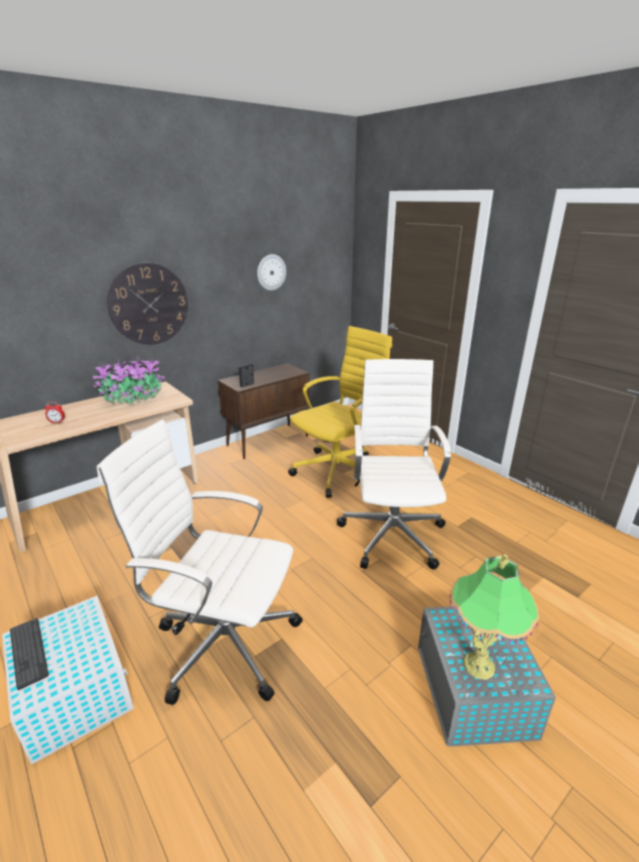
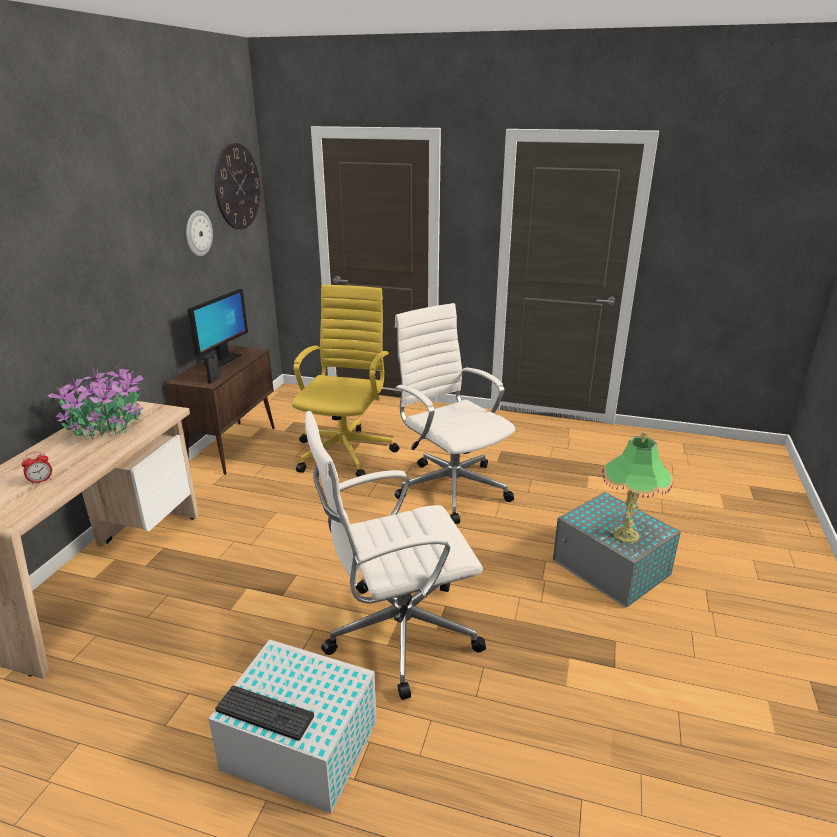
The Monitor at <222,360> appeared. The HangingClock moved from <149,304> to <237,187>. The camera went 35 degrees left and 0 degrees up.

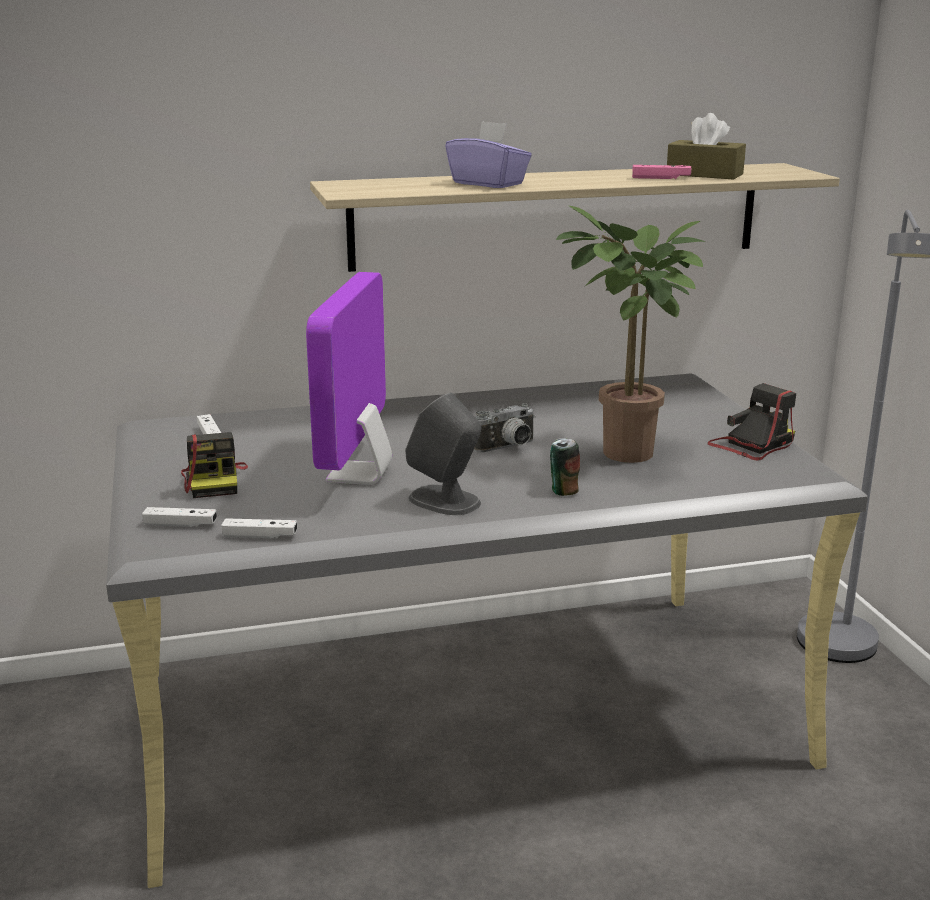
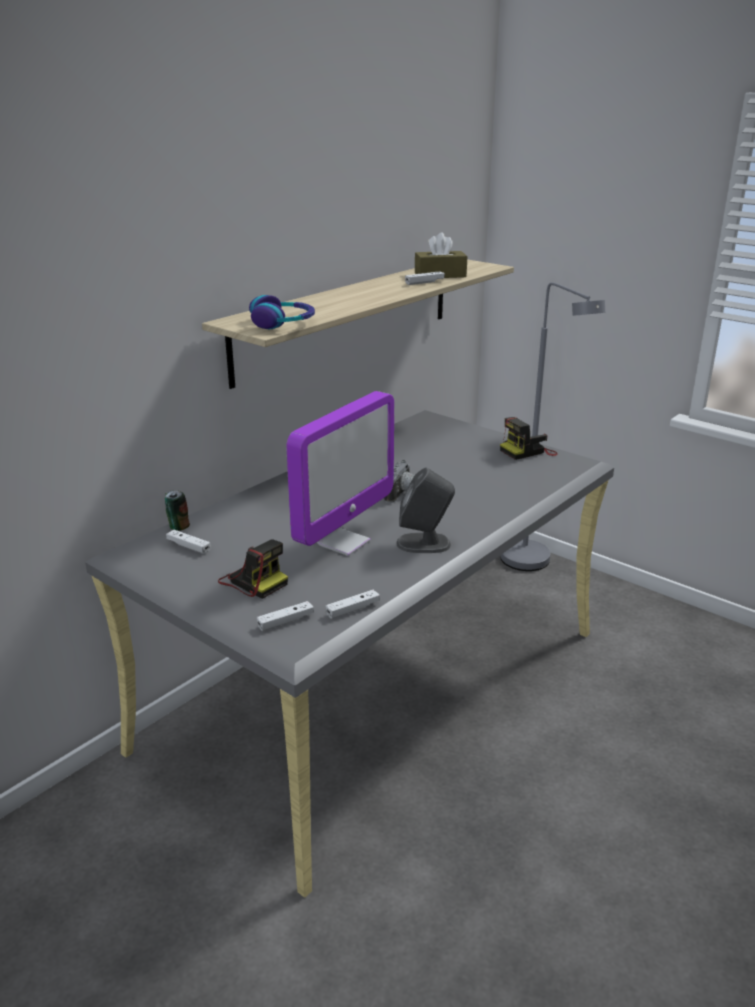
The PurpleColouredTissueHolder at <488,183> disappeared. The PottedPlant at <626,456> disappeared. The Headset at <283,323> appeared. The SealedCan moved from <563,491> to <178,527>. The PinkJoypad at <661,178> became the WhiteJoypad at <424,282>. The Monitor at <359,474> turned 120 degrees counterclockwise. The PhotoCamera at <752,445> turned 135 degrees counterclockwise. The camera went 35 degrees left and 5 degrees up.

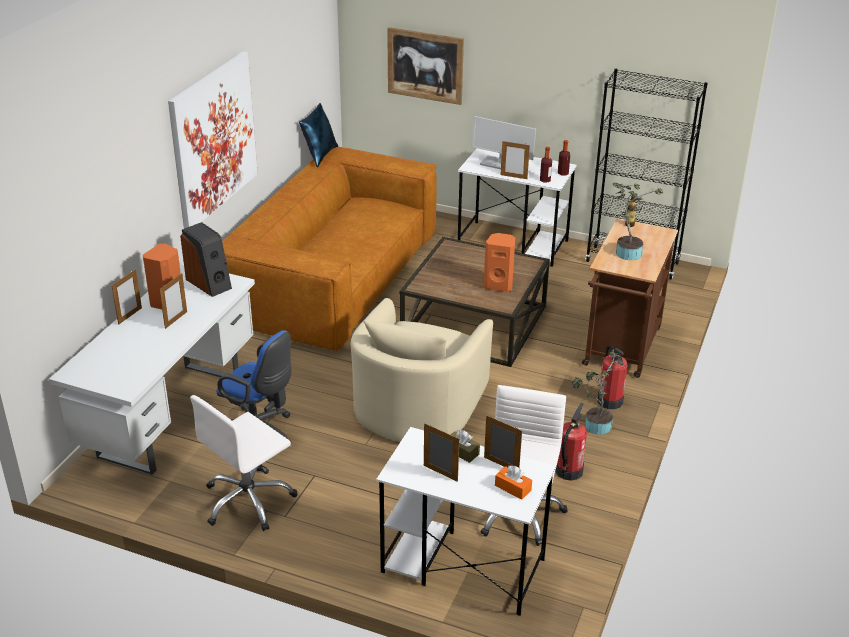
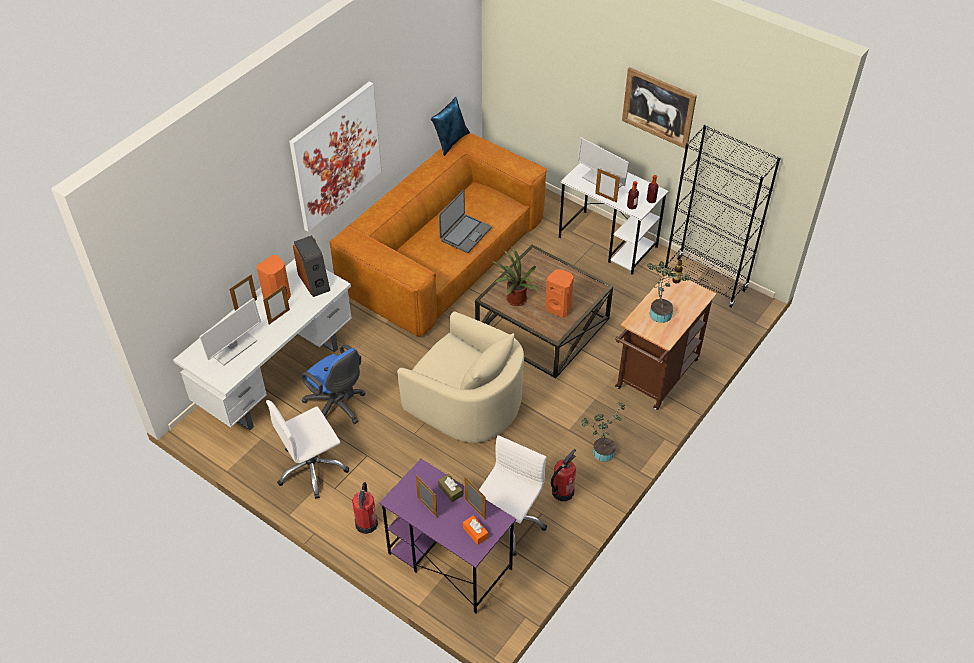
The Monitor at <233,348> appeared. The NotebookComputer at <465,234> appeared. The PottedPlant at <514,300> appeared. The Picture moved from <425,65> to <658,107>. The FireFightingCylinder moved from <610,401> to <366,523>. The WhiteDeskUnit at <461,565> became the PurpleColouredDeskUnit at <448,560>. The BeigeArmchair at <416,404> turned 90 degrees counterclockwise. The camera went 15 degrees right and 15 degrees up.

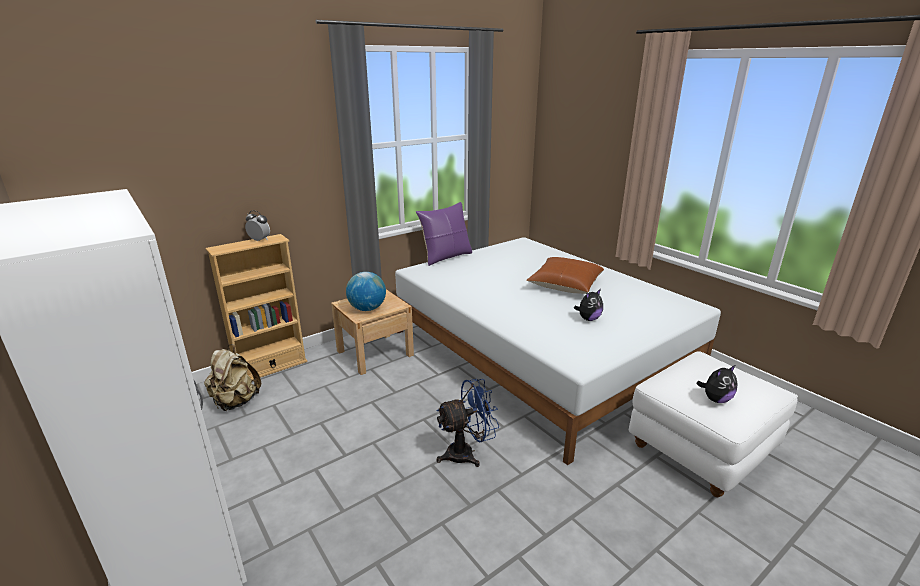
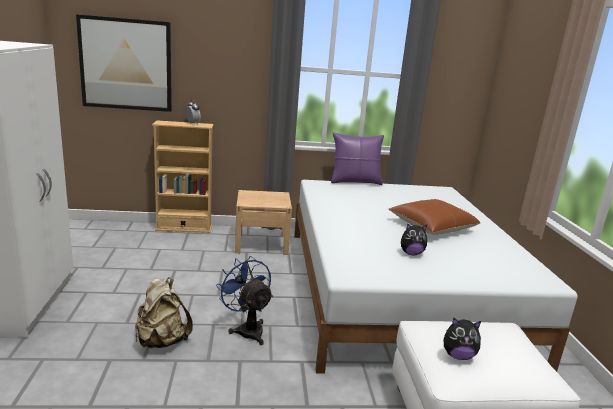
The Globe at <367,309> disappeared. The Picture at <126,64> appeared. The BeigeBackpack moved from <235,402> to <162,341>. The BlueColouredCoolingFan at <467,453> turned 135 degrees counterclockwise. The camera went 30 degrees right and 5 degrees down.

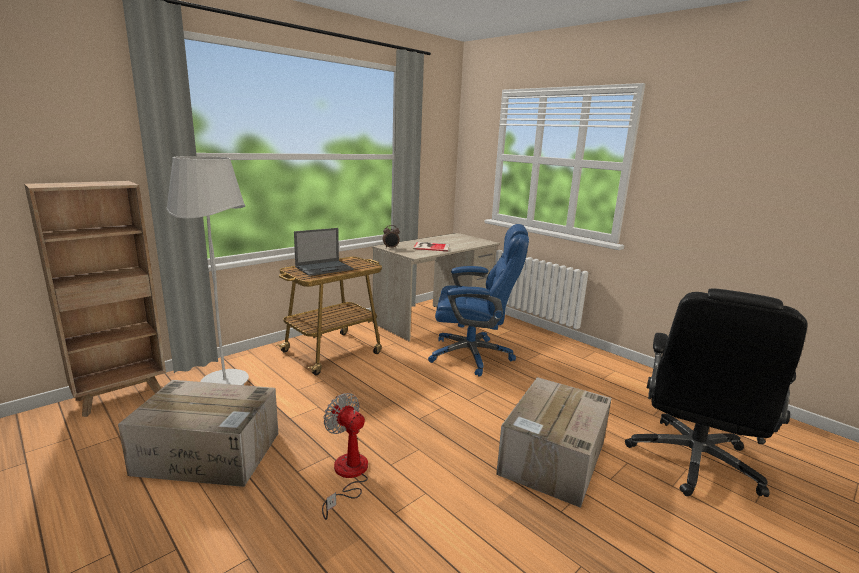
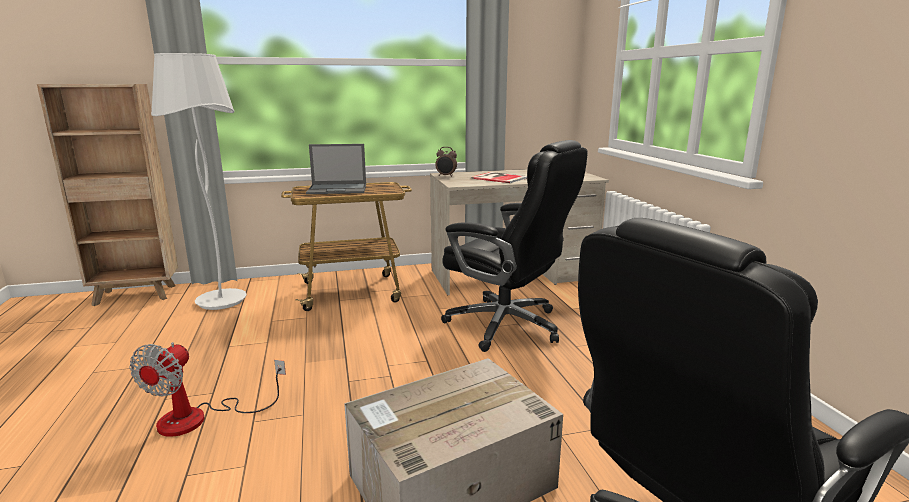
The CardboardBox at <210,453> disappeared. The BlueColouredComputerChair at <472,355> became the BlackColouredComputerChair at <507,325>. The CoolingFan at <347,475> turned 150 degrees counterclockwise. The camera went 30 degrees right and 0 degrees up.

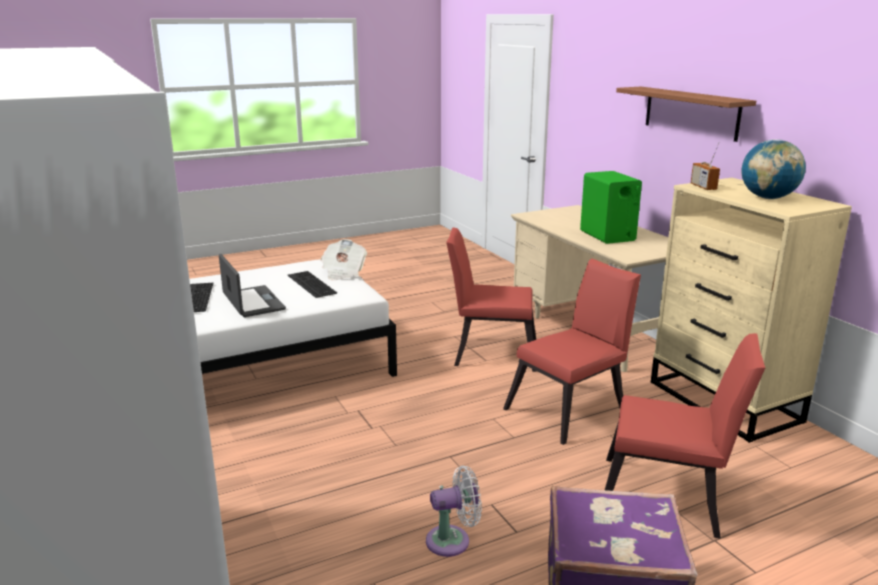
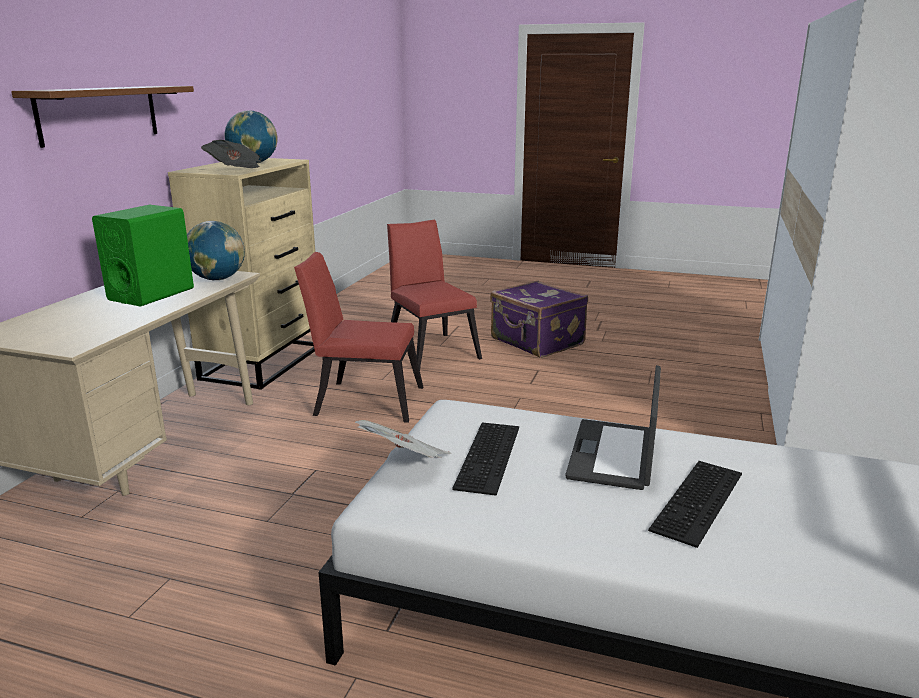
The WhiteCoolingFan at <452,540> disappeared. The RedUprightChair at <490,352> disappeared. The Globe at <217,279> appeared. The Radio at <703,187> was replaced by the Newspaper at <236,171>. The camera went 135 degrees left and 0 degrees up.

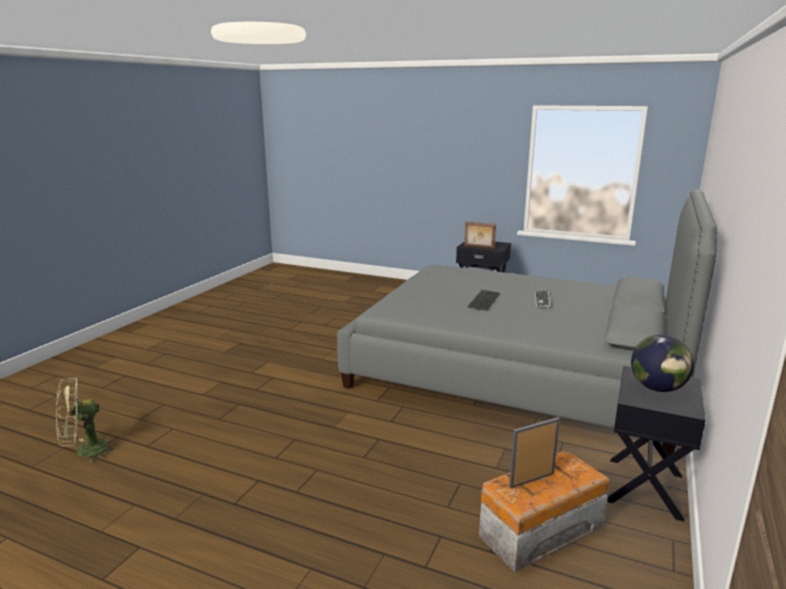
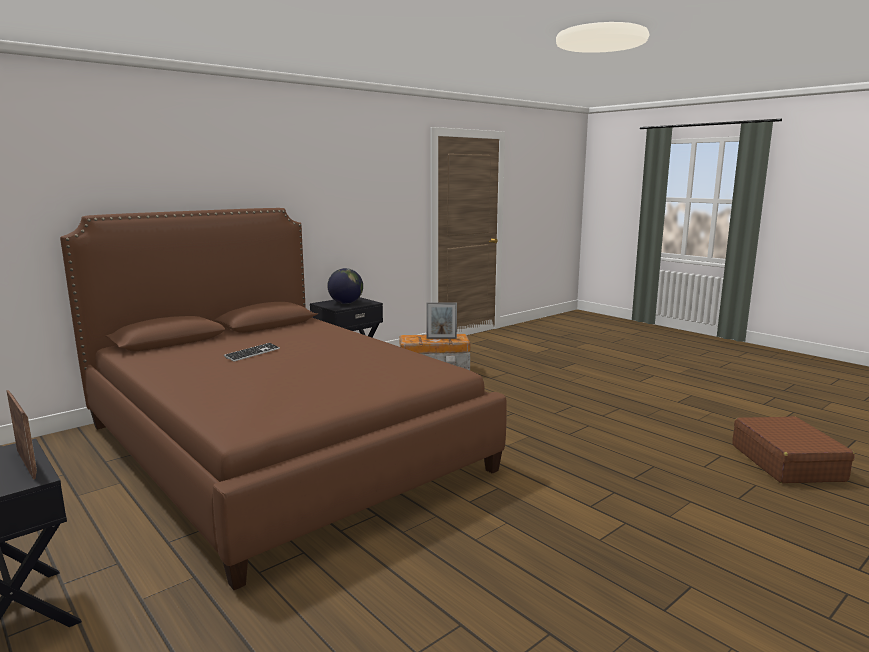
The PcKeyboard at <484,300> disappeared. The GreenCoolingFan at <85,451> was replaced by the BrownSuitcase at <786,462>. The GreySleepingBed at <517,371> became the BrownSleepingBed at <279,447>. The camera went 155 degrees left and 5 degrees down.

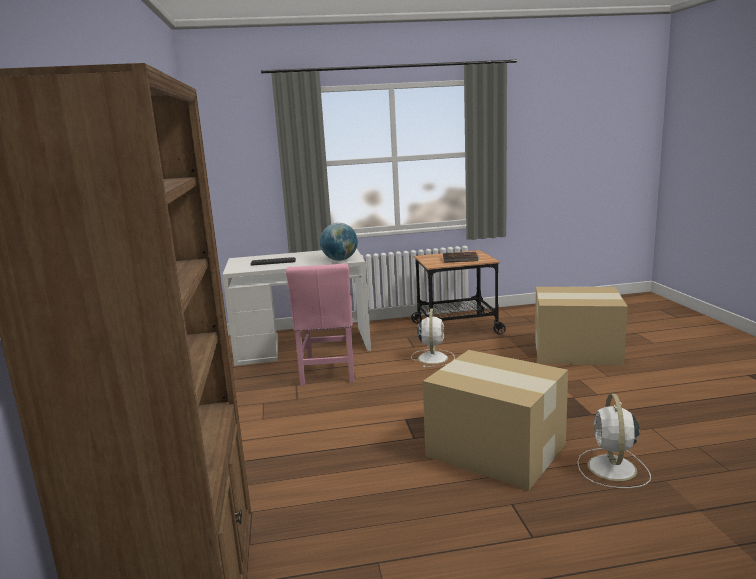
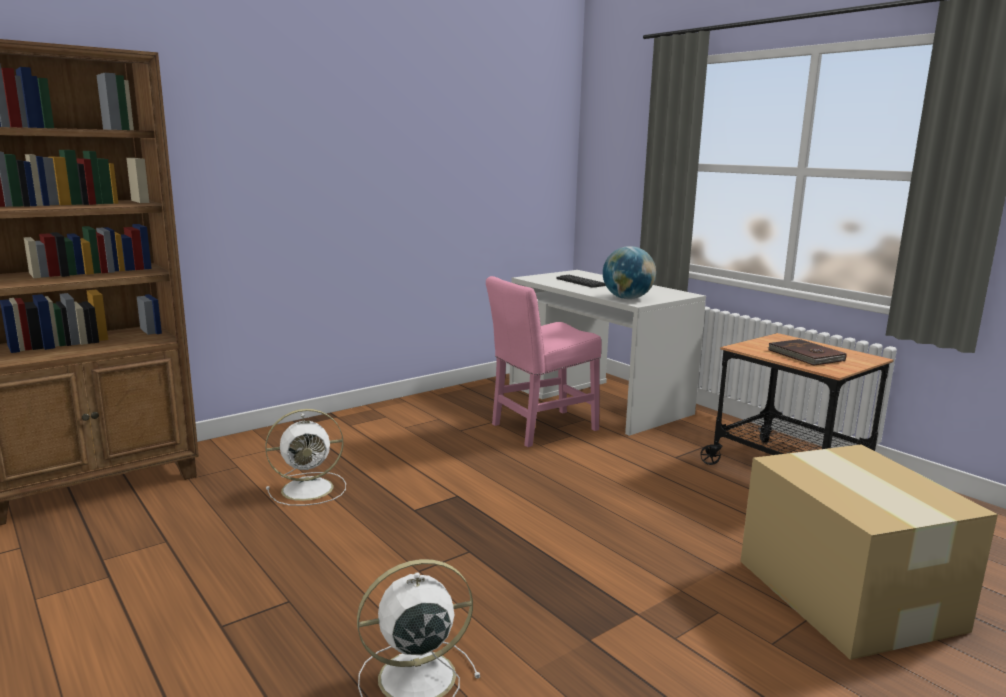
The CardboardBox at <494,449> disappeared. The WhiteCoolingFan moved from <433,357> to <310,489>. The camera went 60 degrees right and 0 degrees up.

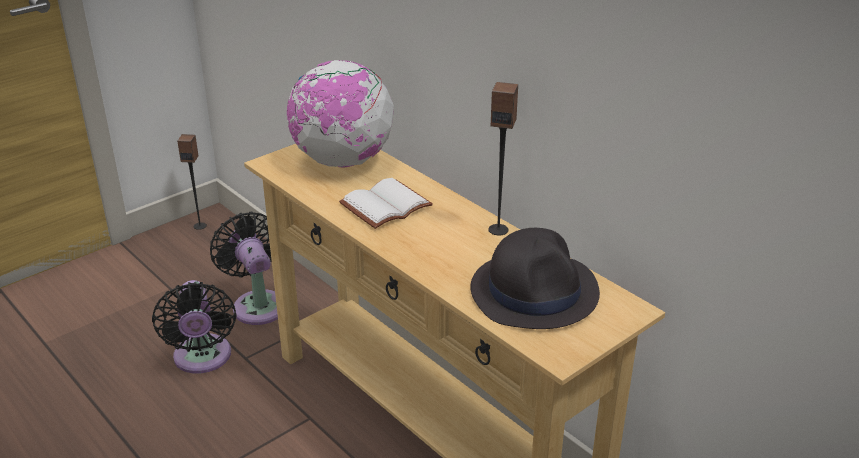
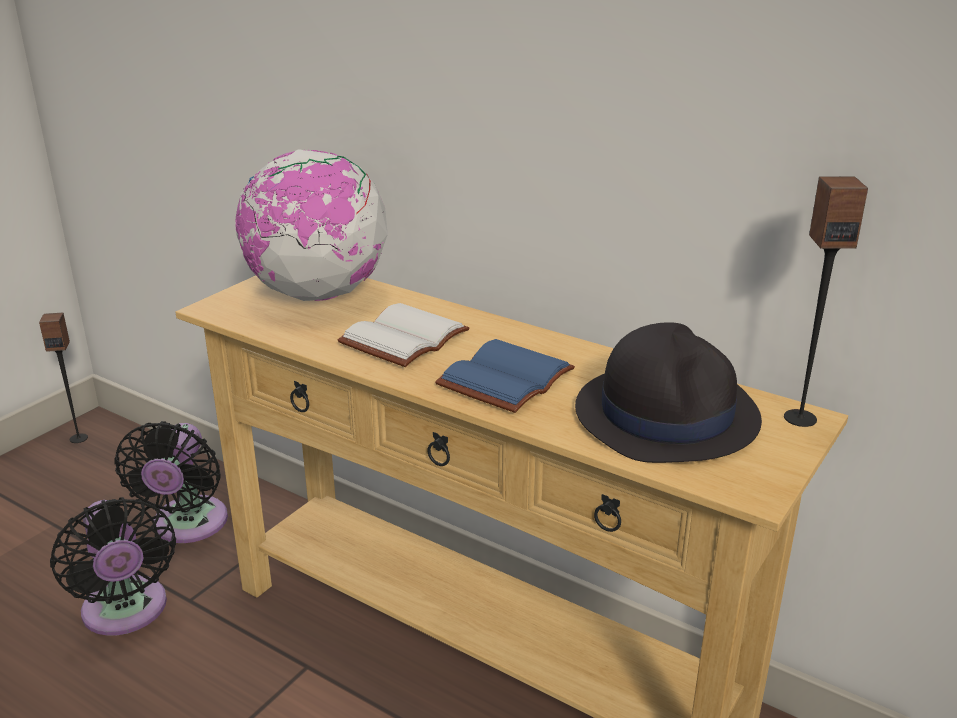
The BlueColouredBook at <504,377> appeared. The Loudspeaker moved from <498,229> to <800,418>. The BlackColouredCoolingFan at <257,304> turned 135 degrees counterclockwise. The camera went 15 degrees left and 5 degrees down.

